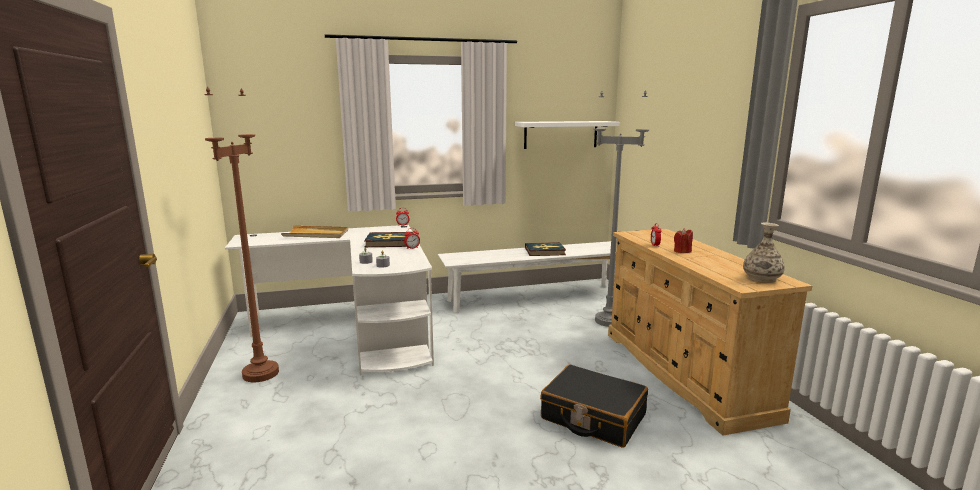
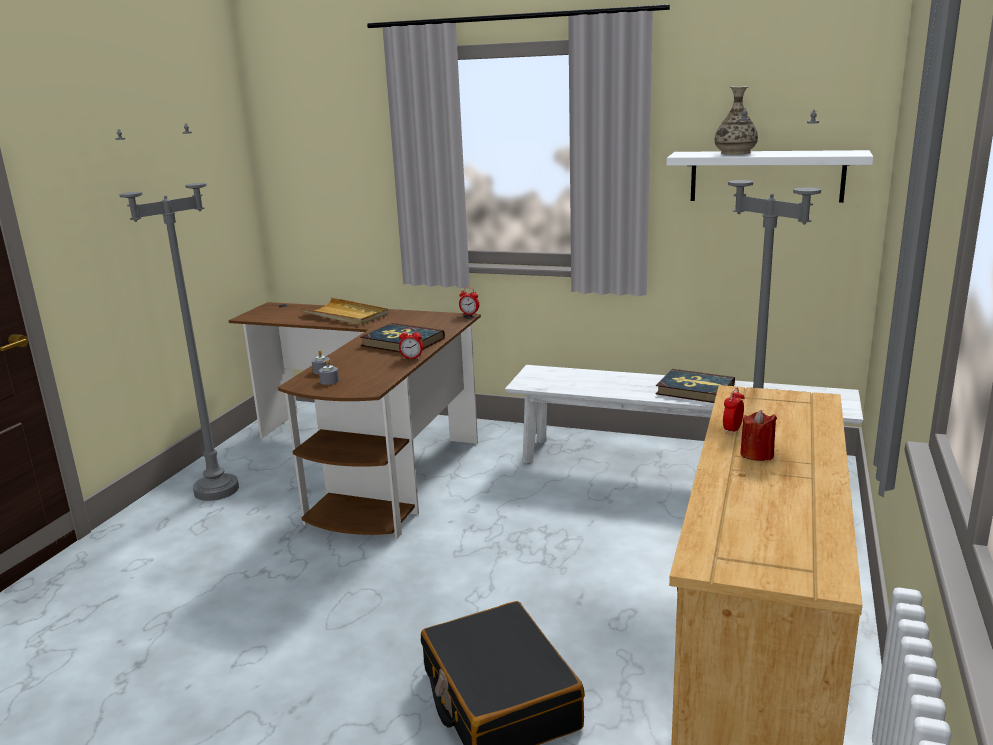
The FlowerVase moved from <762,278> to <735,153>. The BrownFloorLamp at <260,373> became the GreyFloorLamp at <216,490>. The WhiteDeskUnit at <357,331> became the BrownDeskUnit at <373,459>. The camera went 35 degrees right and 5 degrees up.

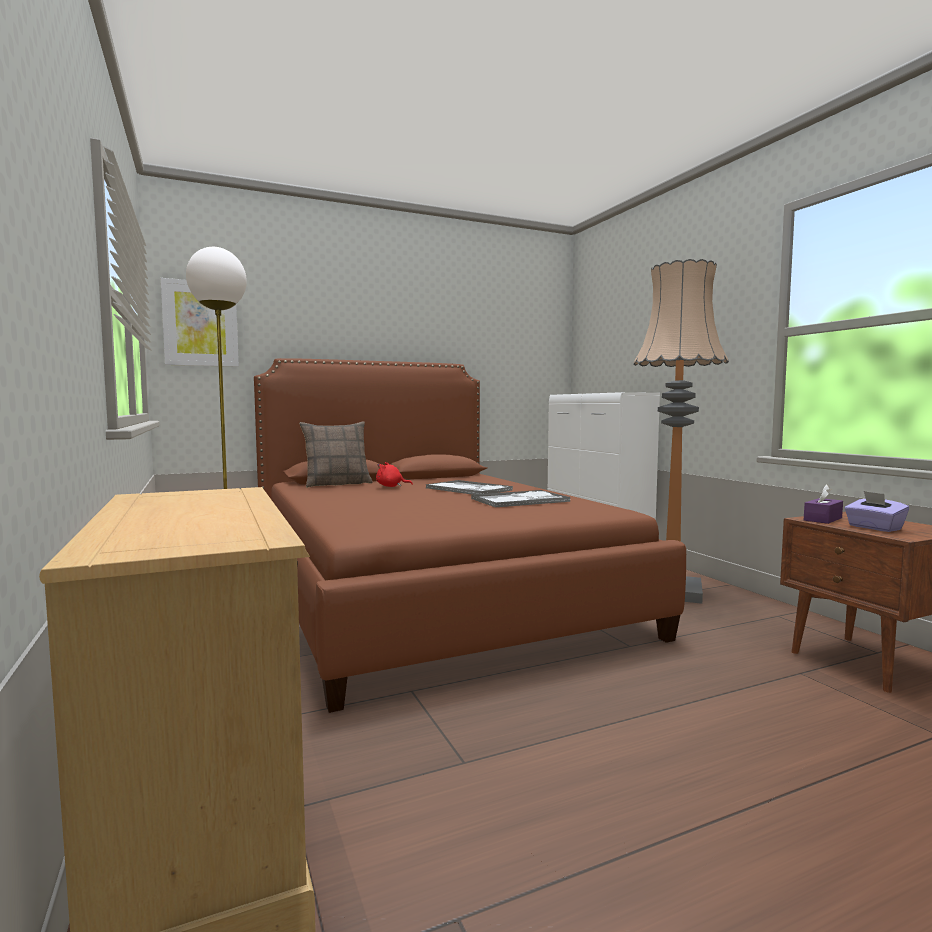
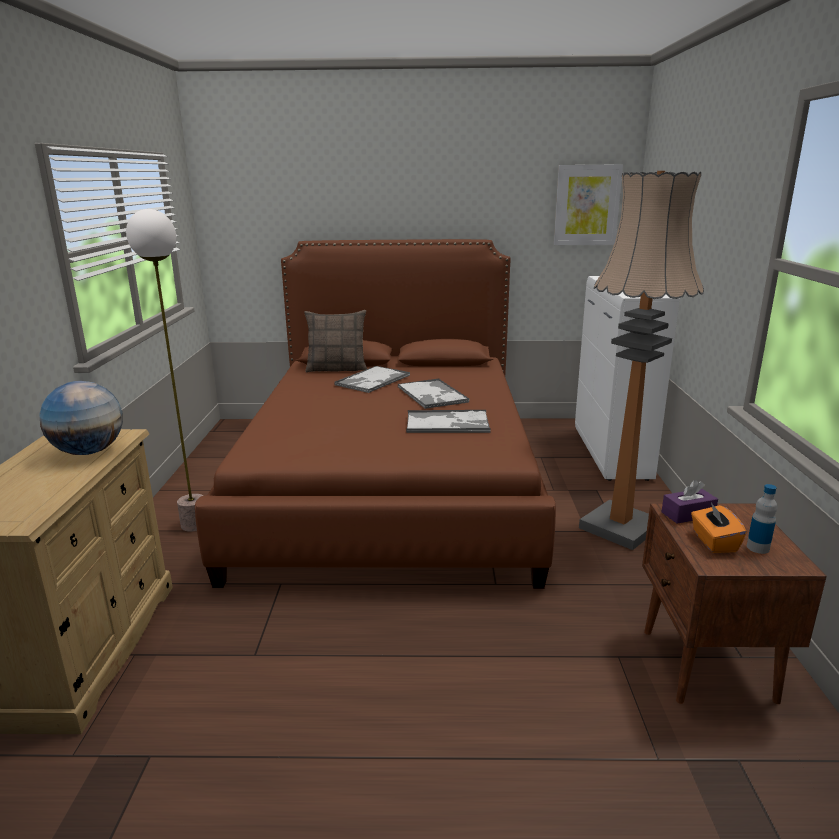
The Globe at <89,452> appeared. The Bottle at <758,548> appeared. The Picture moved from <200,324> to <587,205>. The RedSoftToy at <391,486> was replaced by the CarryingTray at <372,380>. The PurpleColouredTissueHolder at <874,528> became the OrangeyTissueHolder at <714,542>. The camera went 25 degrees right and 15 degrees up.

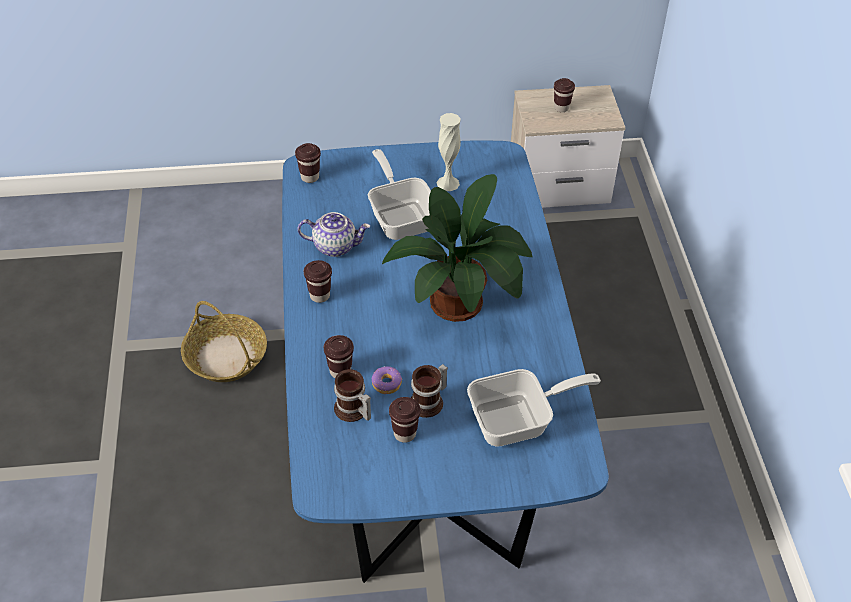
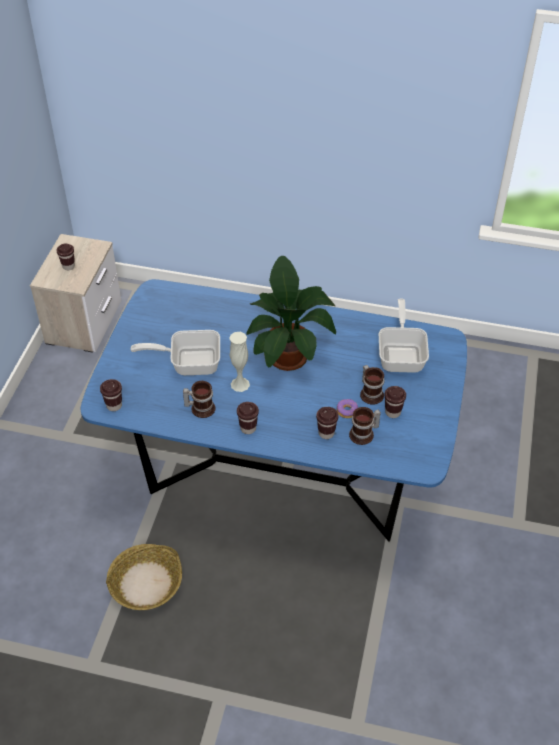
The WhiteFlowerVase moved from <448,183> to <240,384>. The PotForTea at <335,246> was replaced by the CoffeeMug at <200,408>. The camera went 70 degrees left and 0 degrees up.

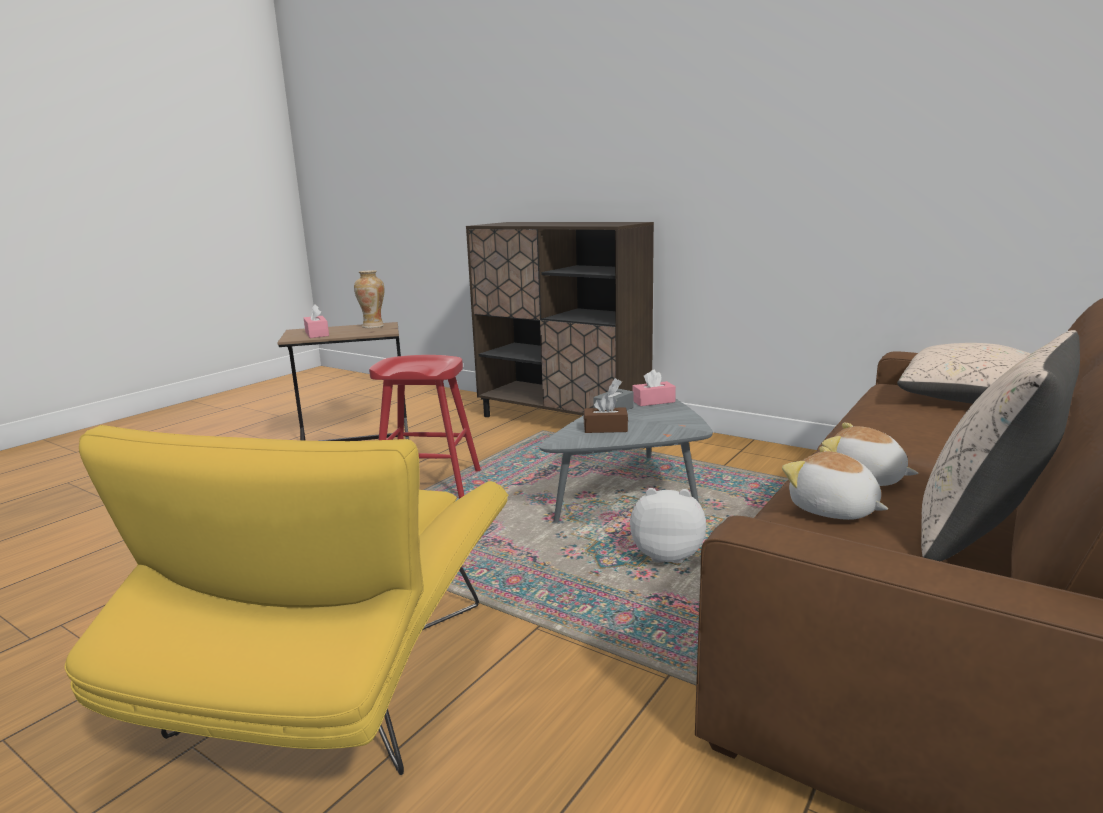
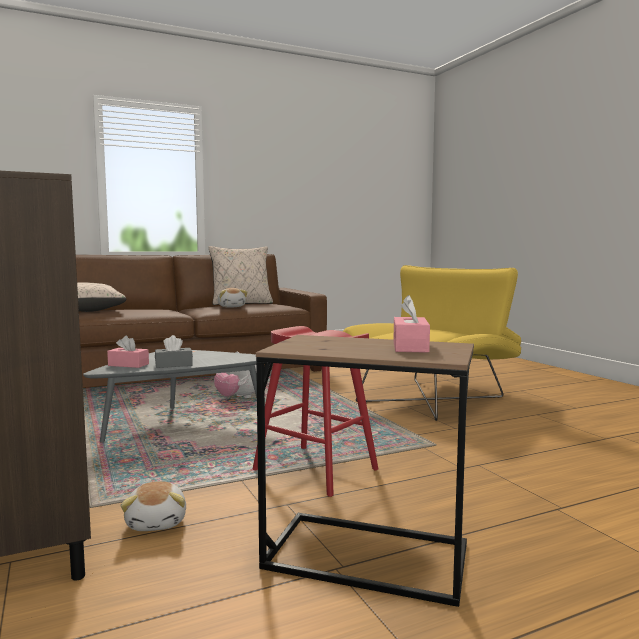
The FlowerVase at <373,326> disappeared. The BrownTissueHolder at <605,428> disappeared. The SoftToy moved from <832,510> to <157,522>. The camera went 150 degrees left and 10 degrees down.

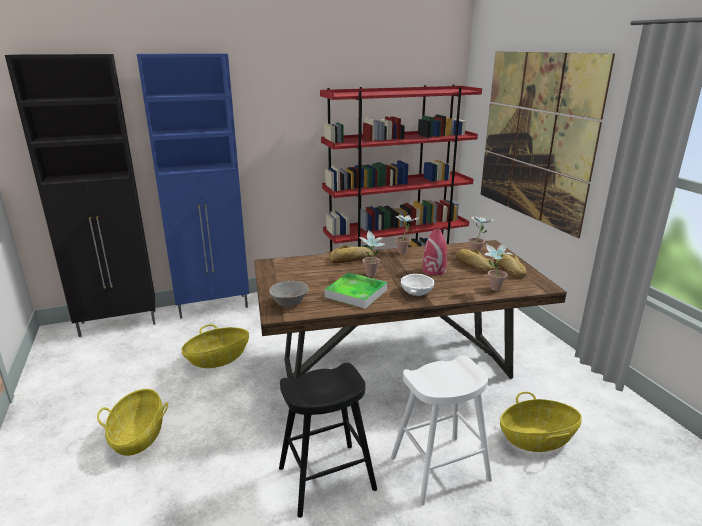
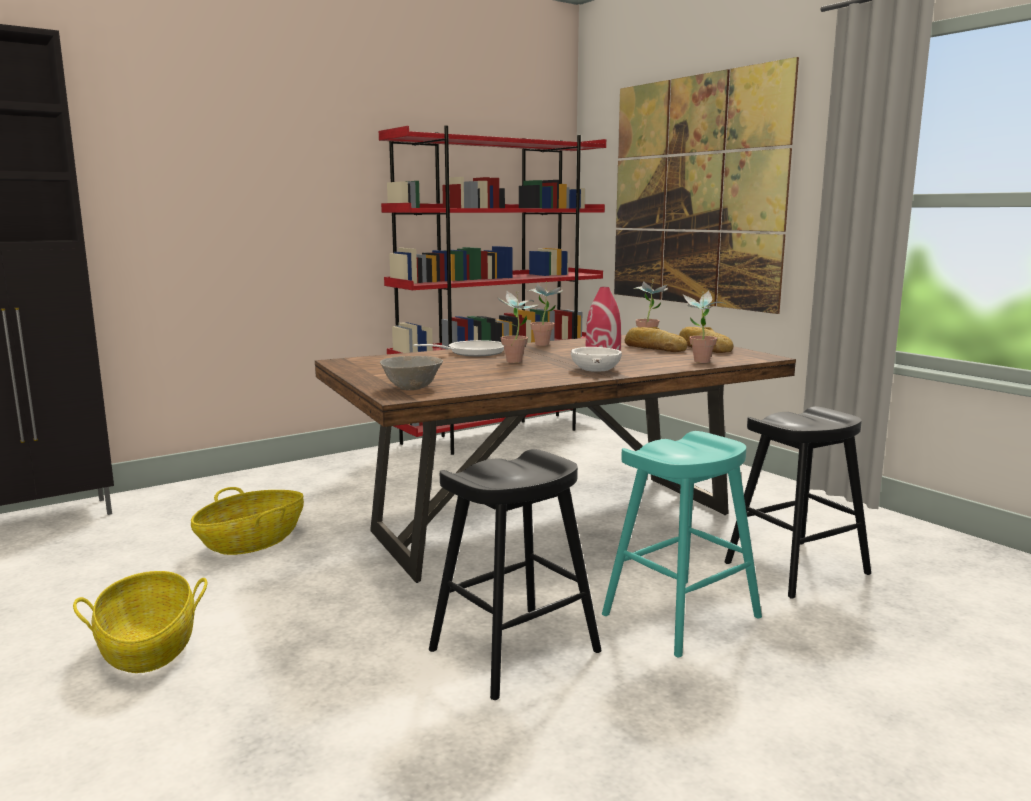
The BlueColouredCupboard at <214,306> disappeared. The CarryingTray at <356,293> disappeared. The BakedBread at <351,259> was replaced by the FryingPan at <471,352>. The StorageBasket at <537,438> was replaced by the BlackColouredSittingStool at <796,568>. The WhiteSittingStool at <440,468> became the TurquoiseColouredSittingStool at <681,616>. The camera went 15 degrees left and 10 degrees down.

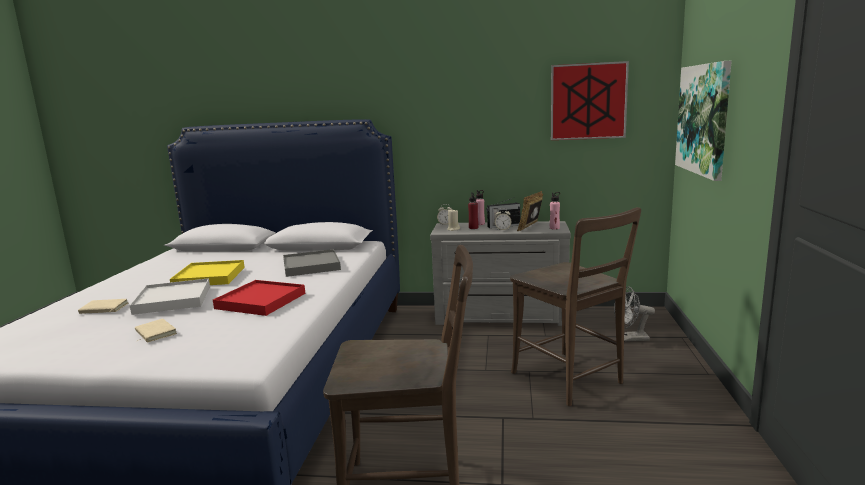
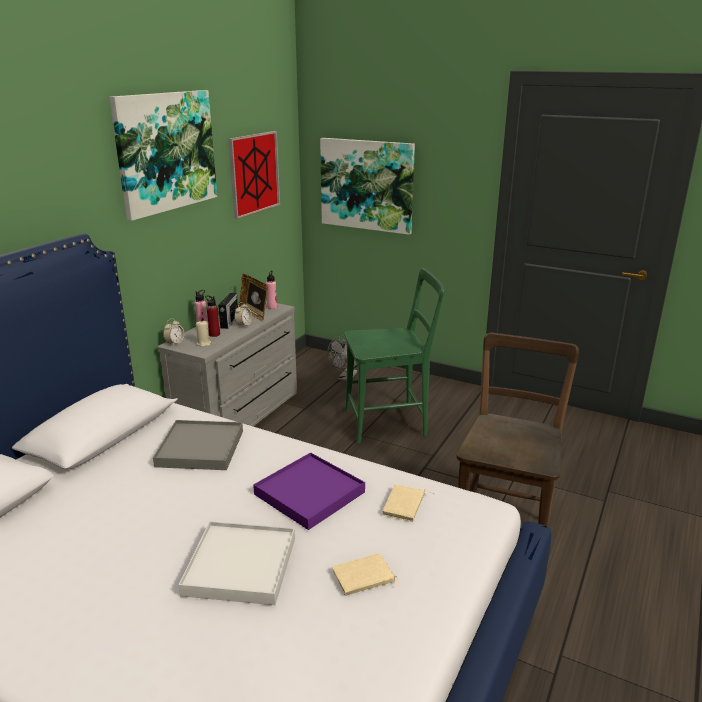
The YellowCarryingTray at <209,277> disappeared. The Picture at <165,152> appeared. The BeigeBook moved from <103,309> to <405,506>. The RedCarryingTray at <260,301> became the PurpleColouredCarryingTray at <309,493>. The BrownUprightChair at <570,380> became the GreenUprightChair at <390,422>. The camera went 70 degrees left and 10 degrees up.

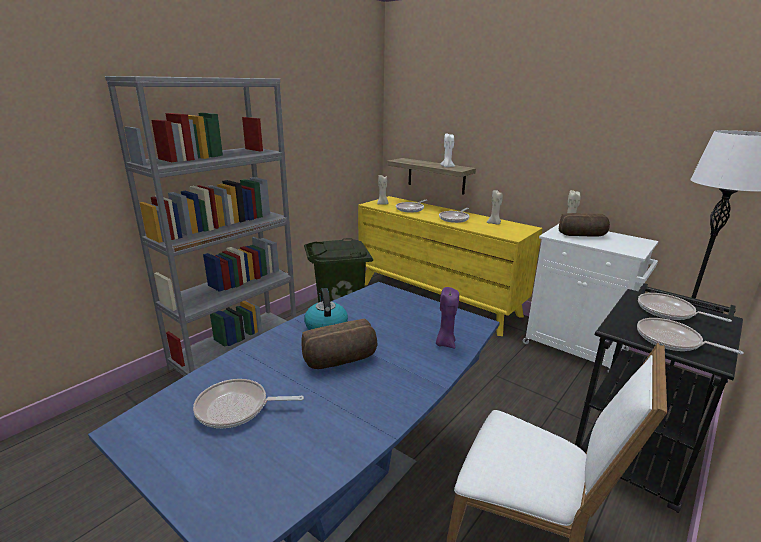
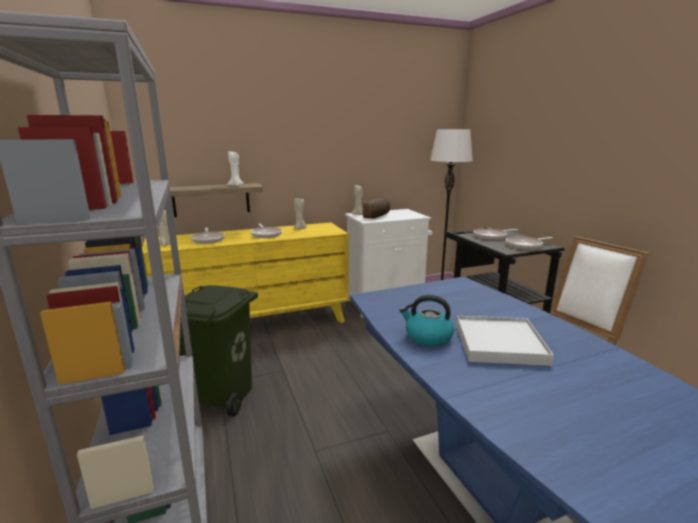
The FryingPan at <236,408> disappeared. The PurpleColouredCandle at <445,343> disappeared. The BakedBread at <341,360> was replaced by the WhiteCarryingTray at <499,343>. The camera went 60 degrees left and 5 degrees down.

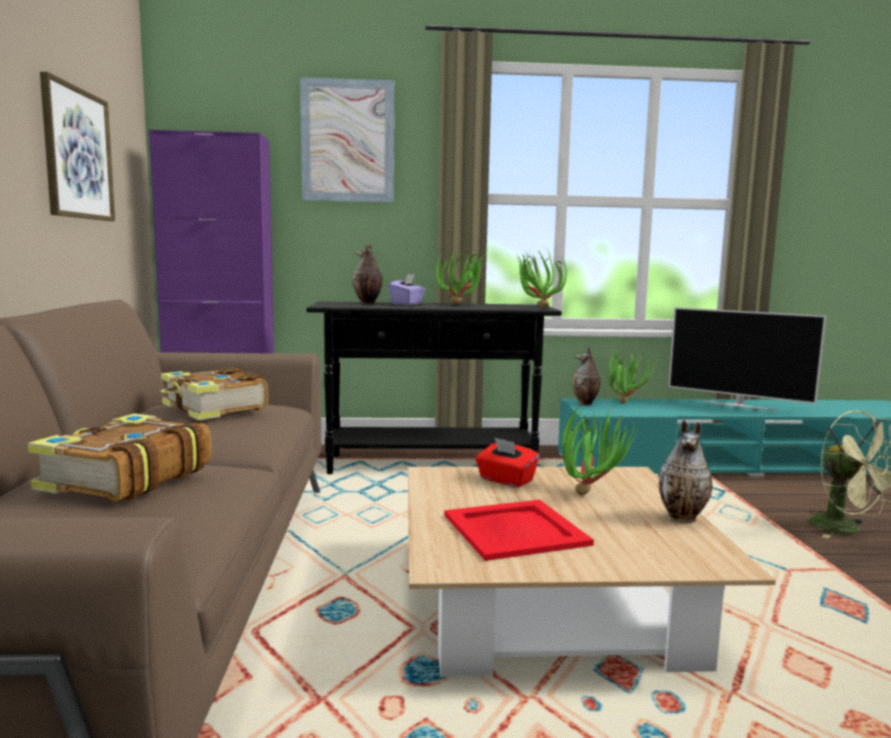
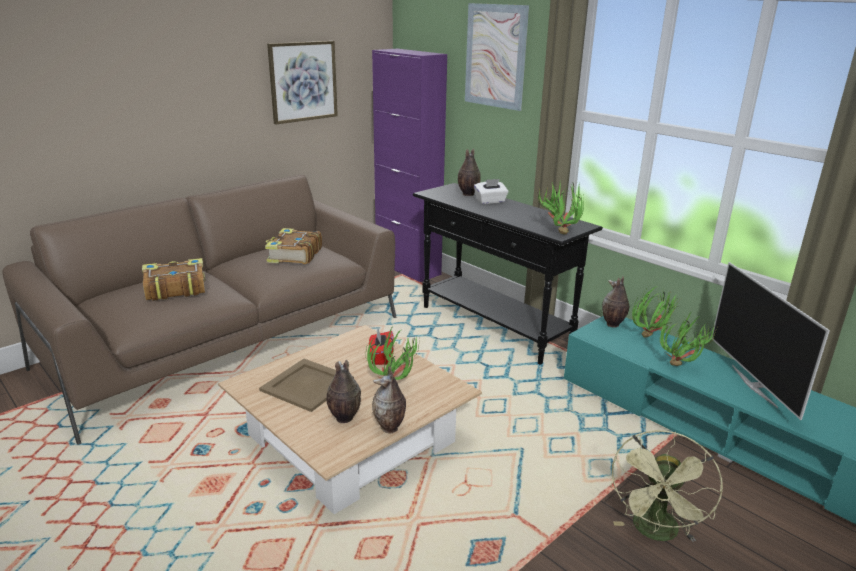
The FlowerVase at <344,418> appeared. The PottedPlant moved from <462,304> to <681,368>. The PurpleColouredTissueHolder at <407,304> became the WhiteTissueHolder at <490,201>. The RedCarryingTray at <515,529> became the BeigeCarryingTray at <308,384>. The camera went 50 degrees right and 15 degrees up.

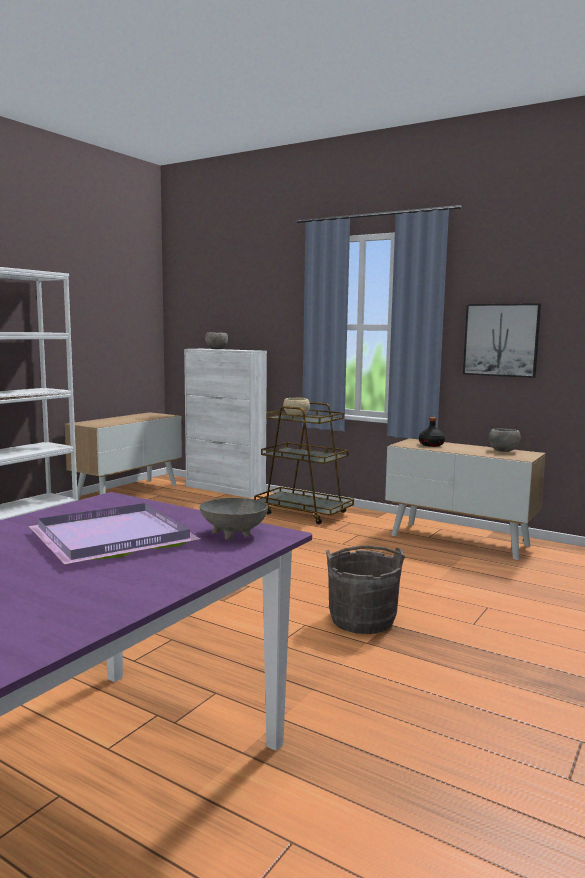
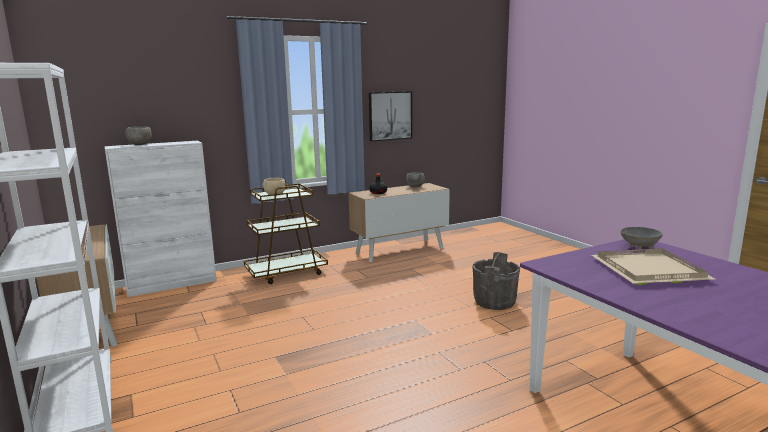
The PurpleColouredCarryingTray at <109,538> became the BeigeCarryingTray at <648,270>. The camera went 60 degrees left and 5 degrees up.

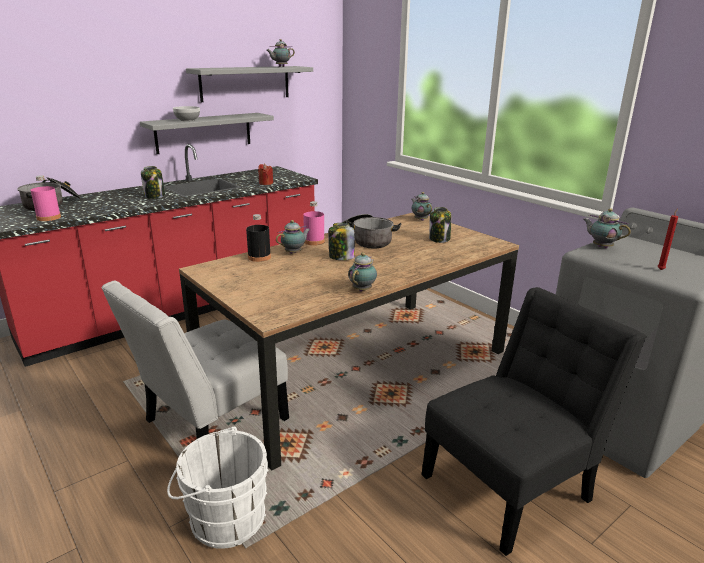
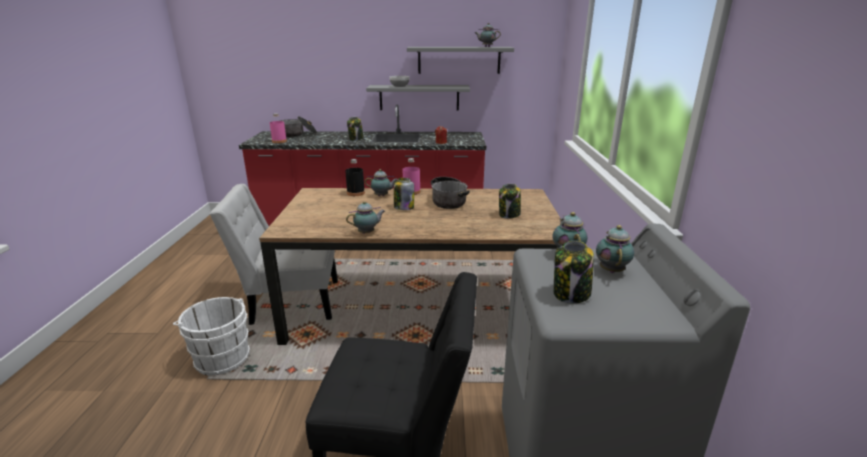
The PotForTea moved from <420,219> to <611,270>. The RedCandle at <661,269> was replaced by the StorageJar at <571,294>. The camera went 40 degrees right and 0 degrees up.

